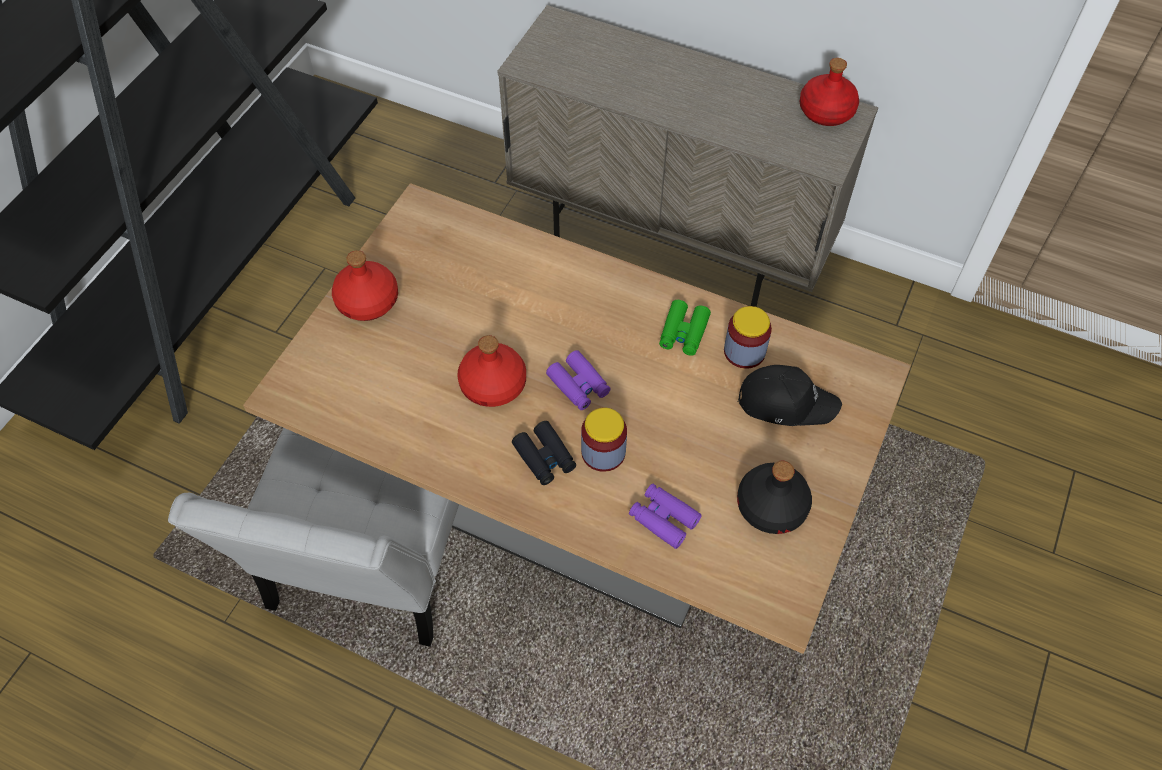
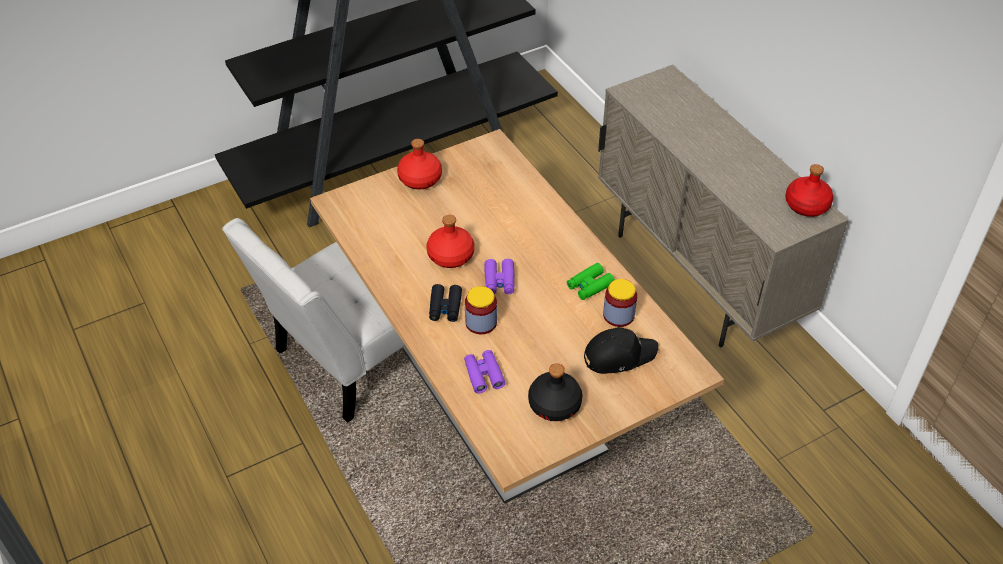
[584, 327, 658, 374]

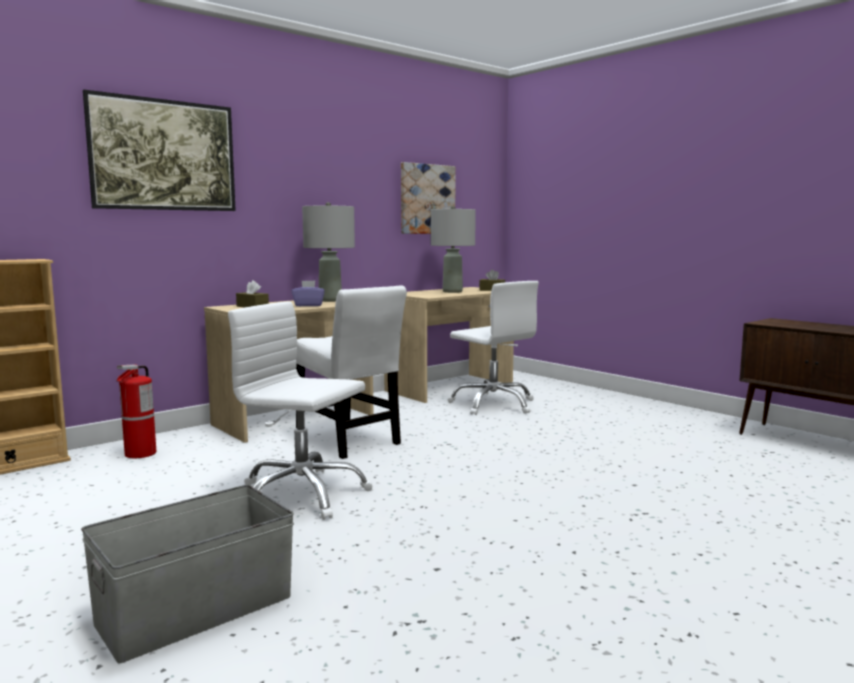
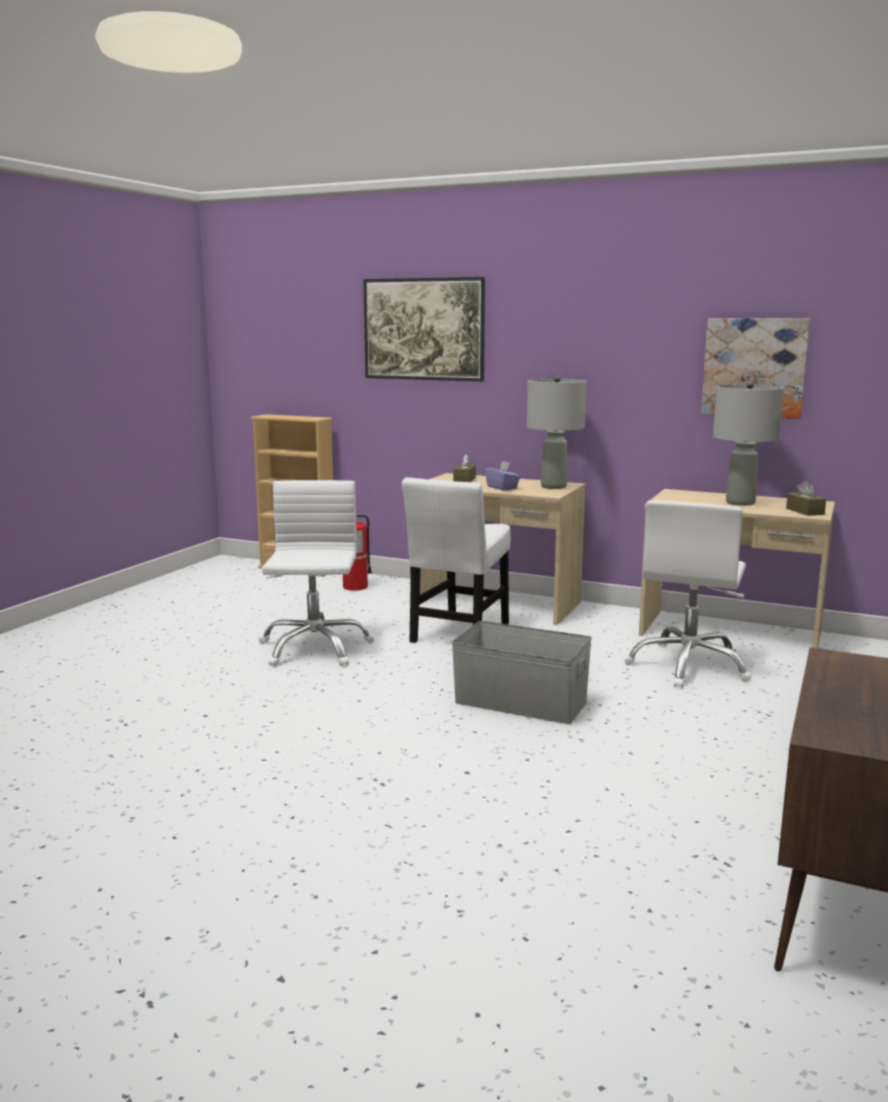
[451, 621, 592, 724]

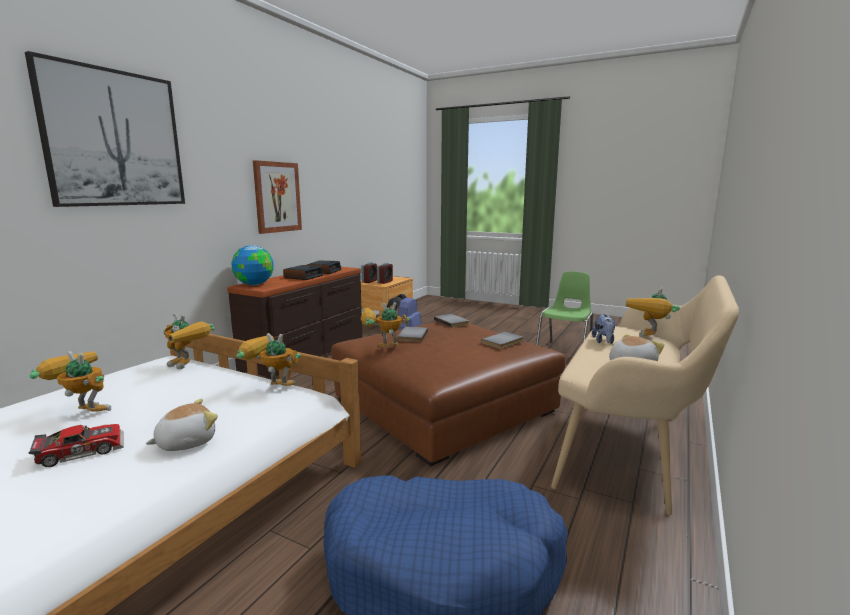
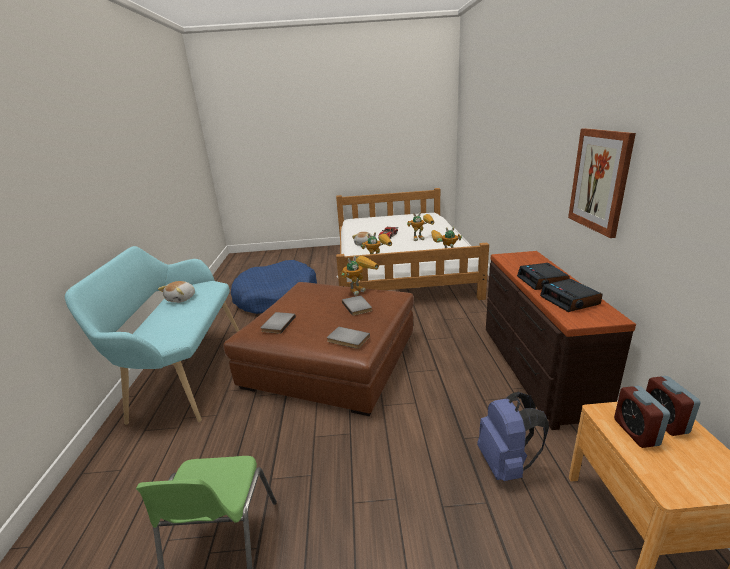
[25, 51, 185, 207] (first image)
[231, 245, 274, 285] (first image)
[592, 314, 615, 344] (first image)
[626, 287, 680, 337] (first image)
[65, 246, 239, 425]

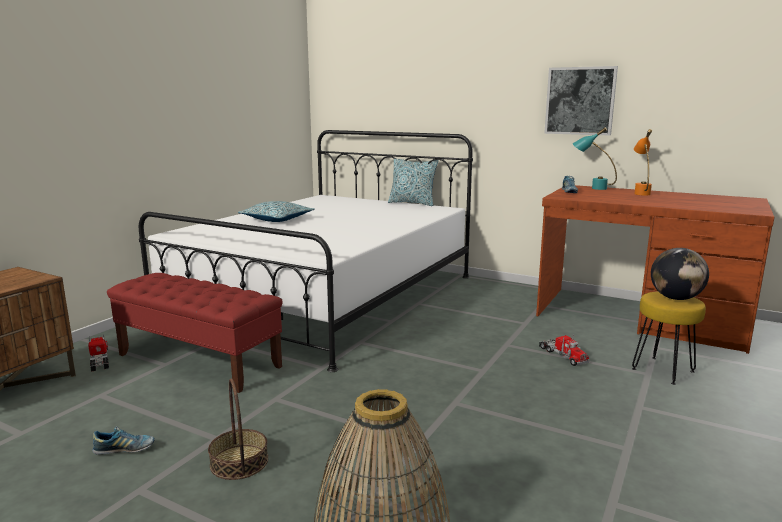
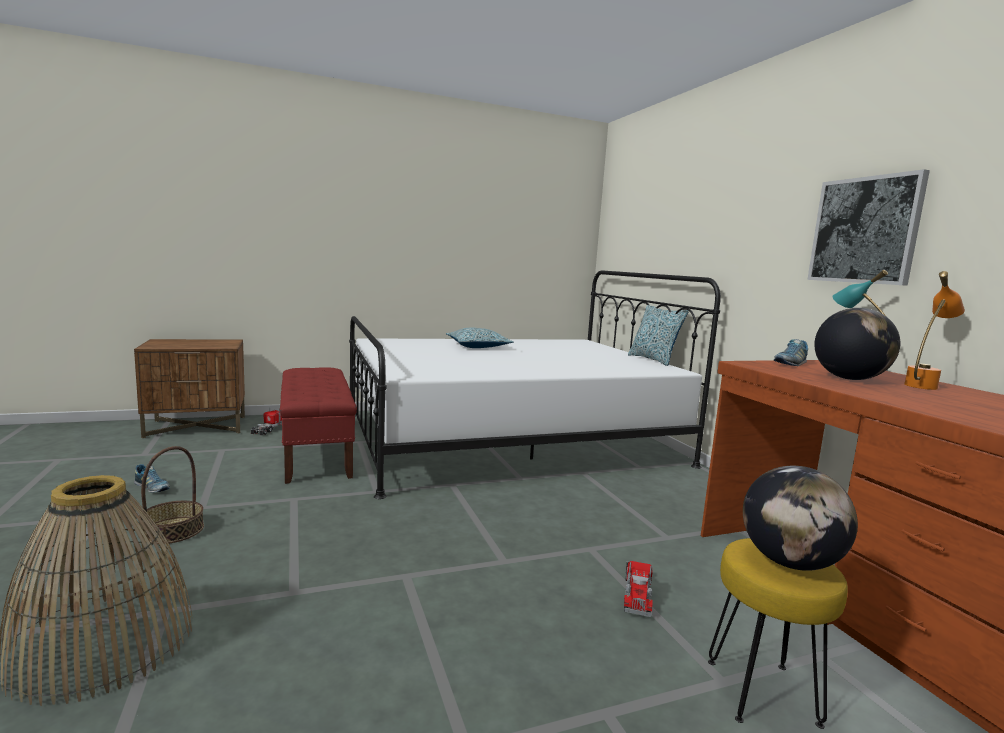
[814, 308, 900, 380]

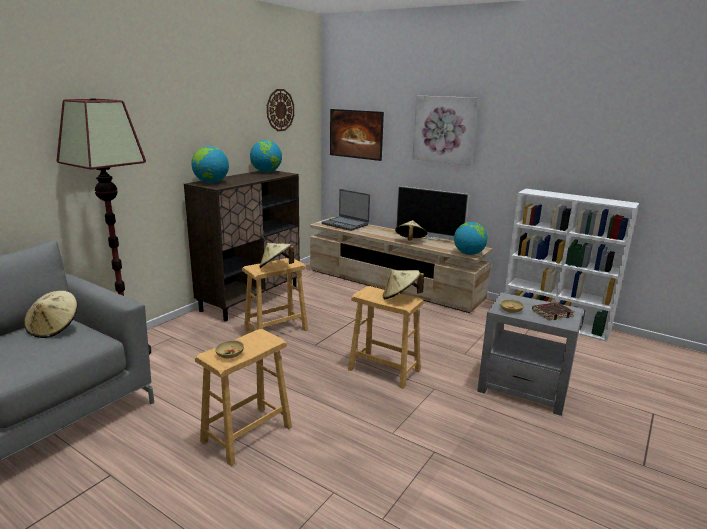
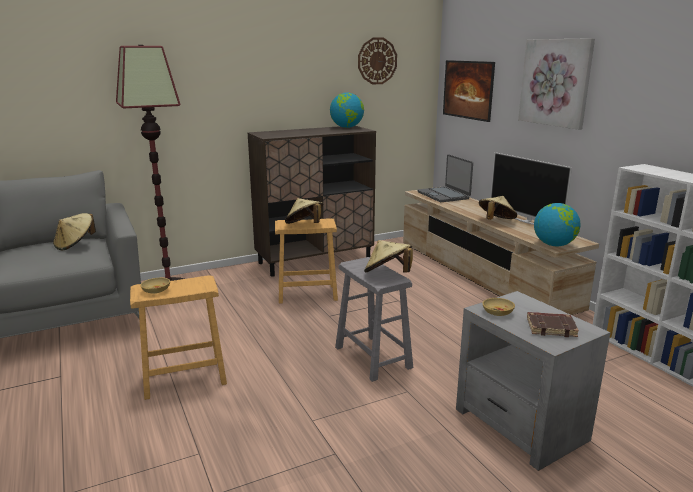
[192, 147, 229, 183] (first image)
[335, 257, 413, 382]

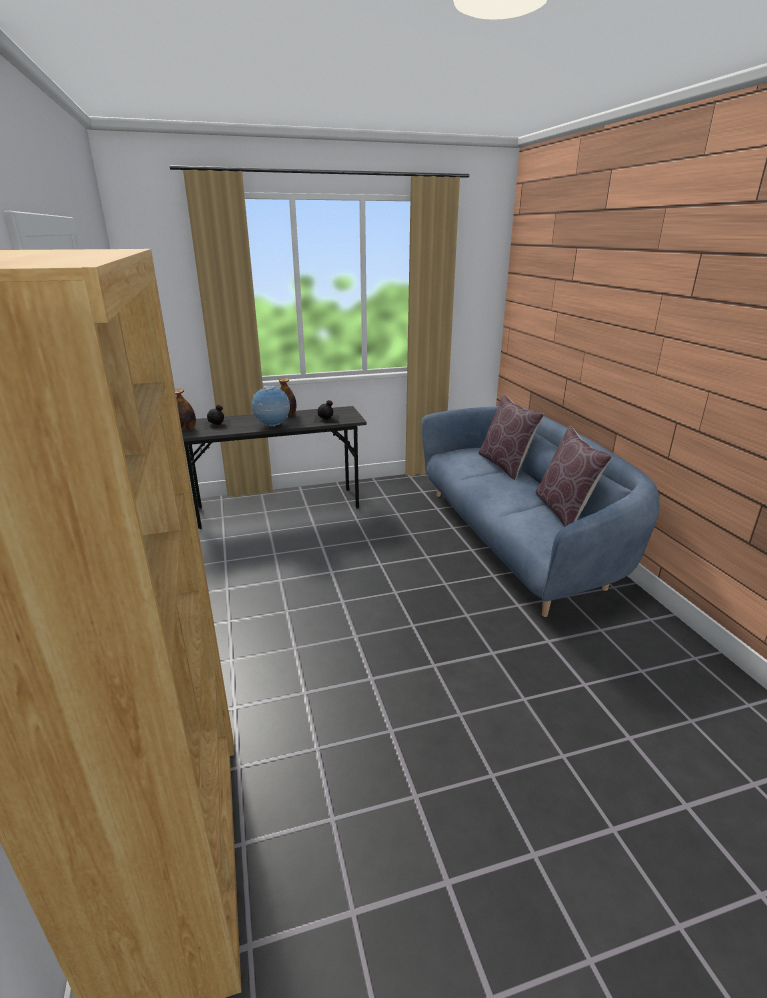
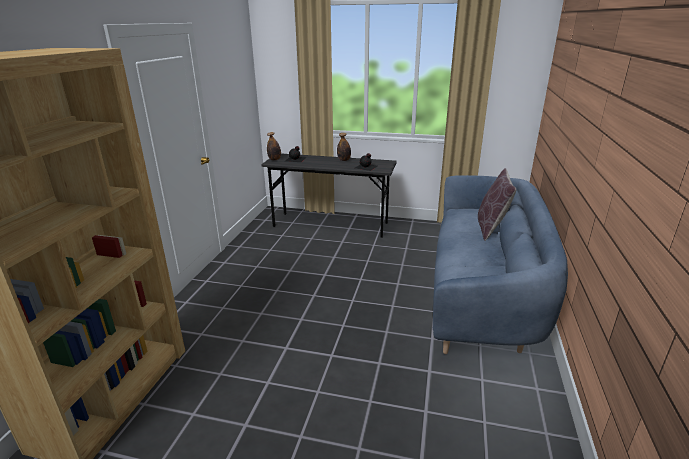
[252, 386, 290, 427] (first image)
[535, 426, 612, 526] (first image)

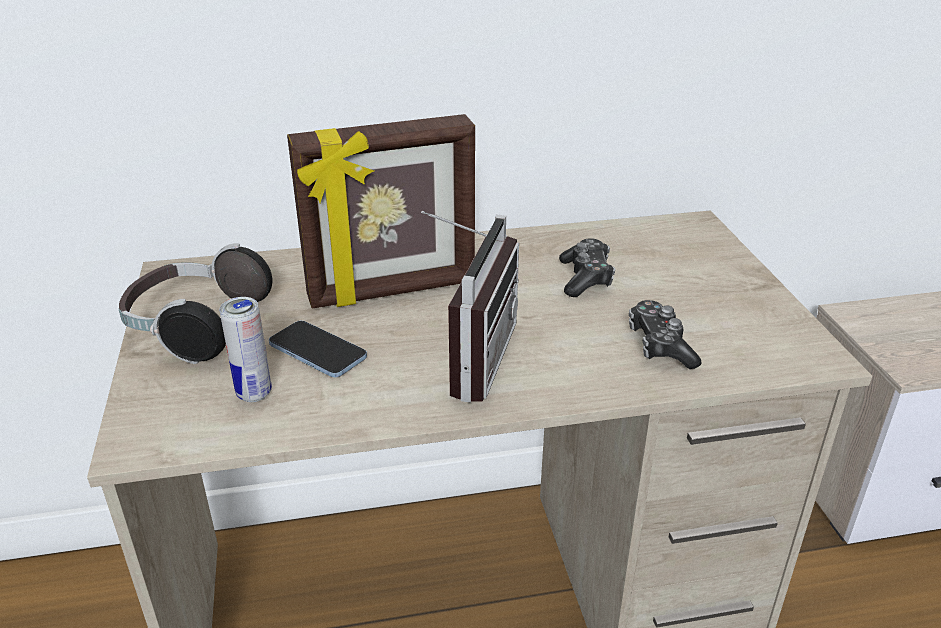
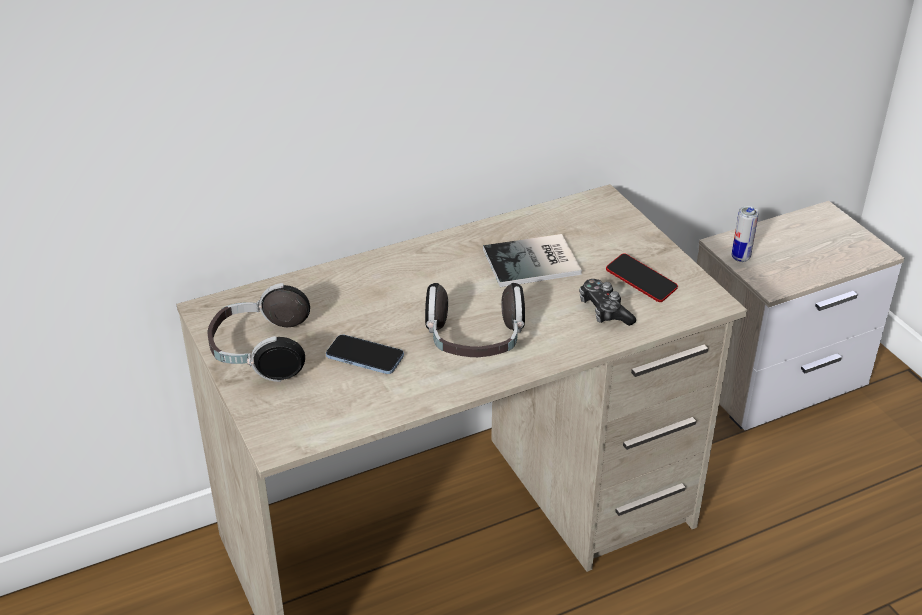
[287, 114, 475, 309] (first image)
[606, 253, 678, 302]
[732, 206, 759, 262]
[425, 283, 525, 357]
[483, 234, 582, 287]

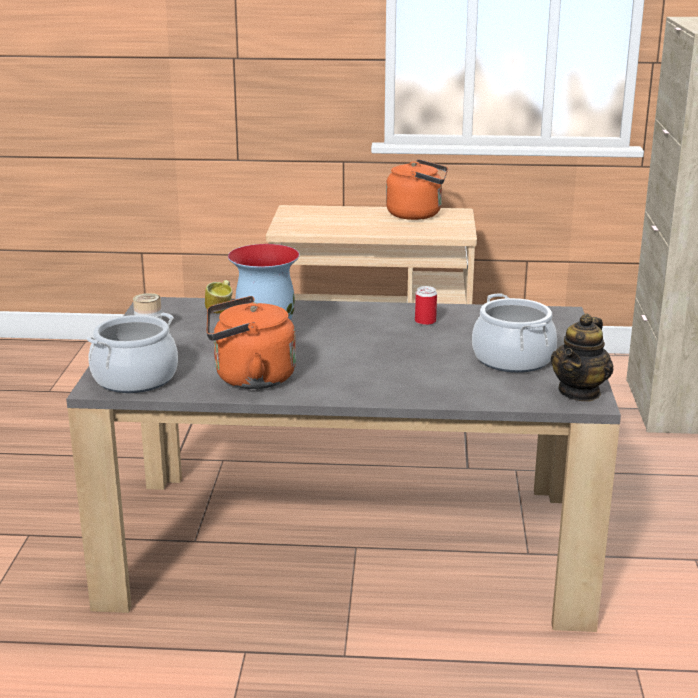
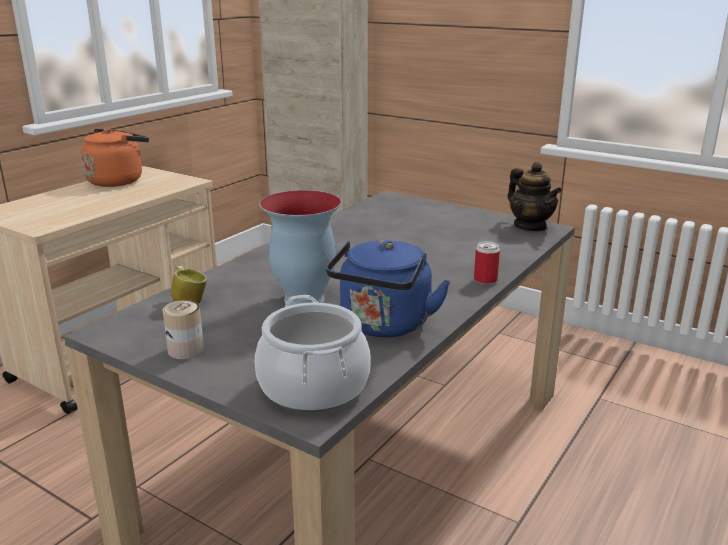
[472, 293, 557, 373] (first image)
[474, 241, 500, 284]
[326, 240, 451, 337]

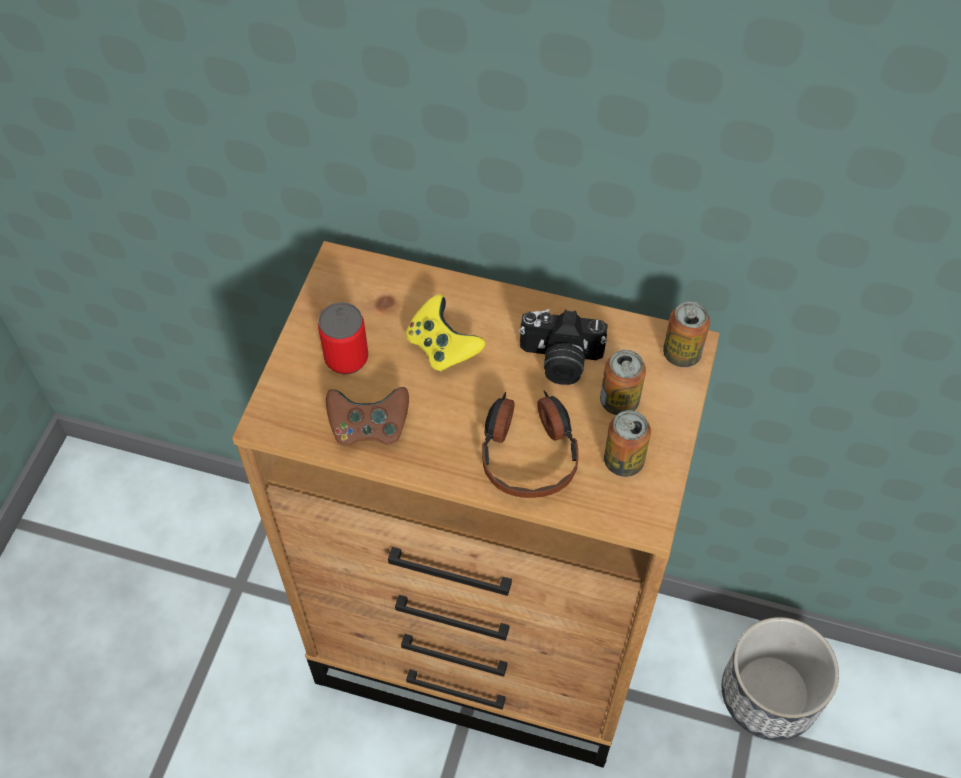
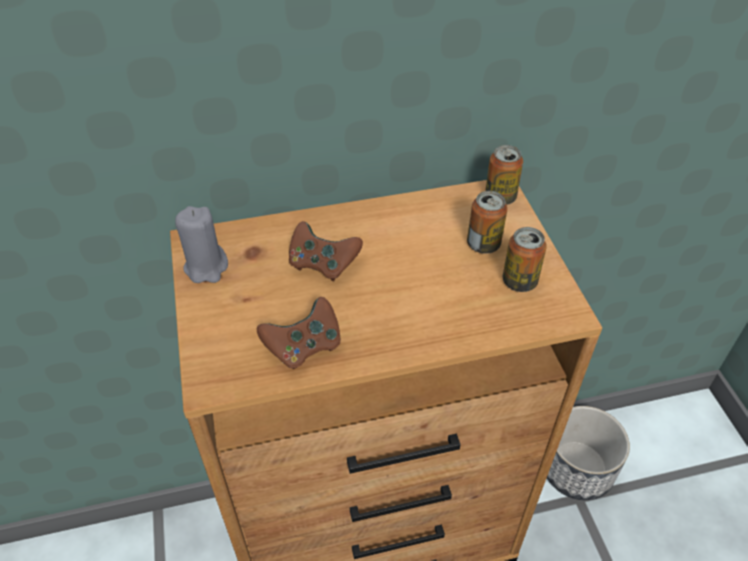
[318, 302, 368, 375] (first image)
[482, 390, 579, 498] (first image)
[519, 309, 608, 385] (first image)
[175, 206, 228, 283]
[289, 221, 363, 281]

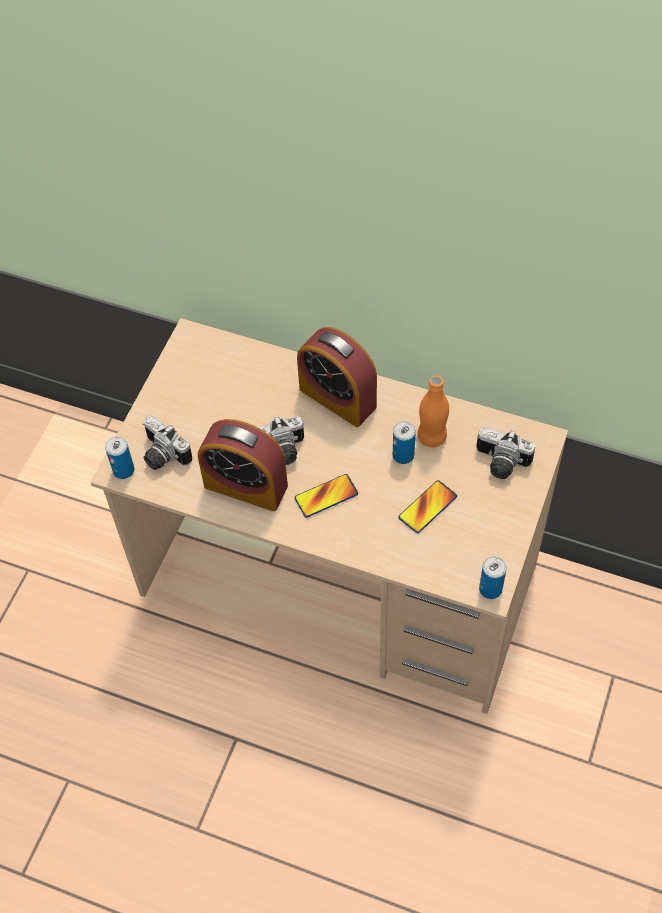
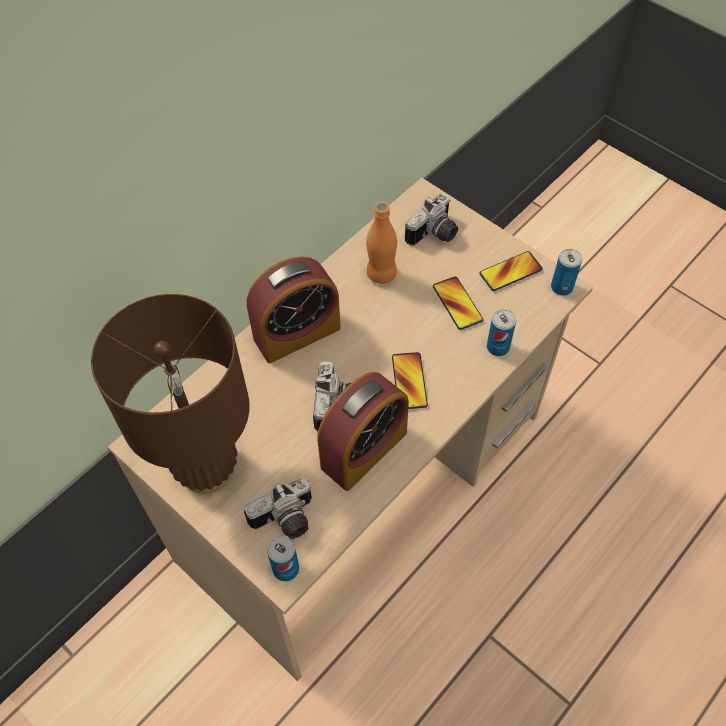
[91, 294, 250, 494]
[480, 251, 543, 291]
[487, 309, 516, 356]

